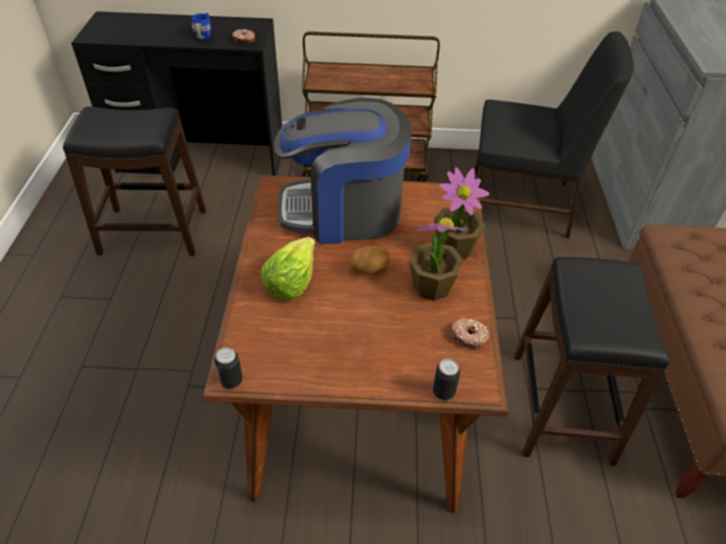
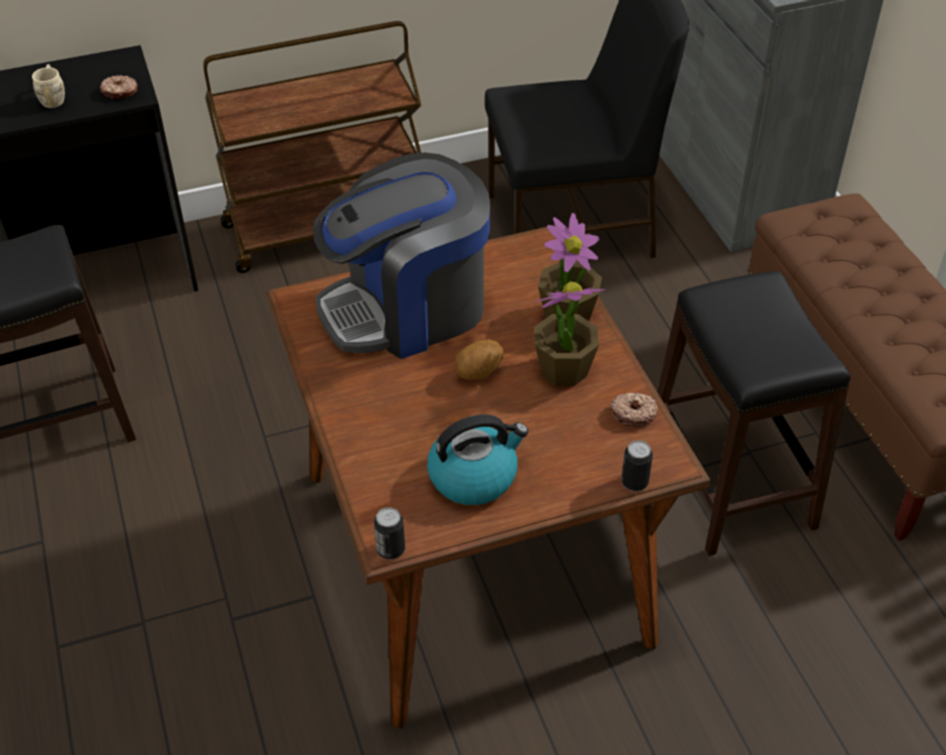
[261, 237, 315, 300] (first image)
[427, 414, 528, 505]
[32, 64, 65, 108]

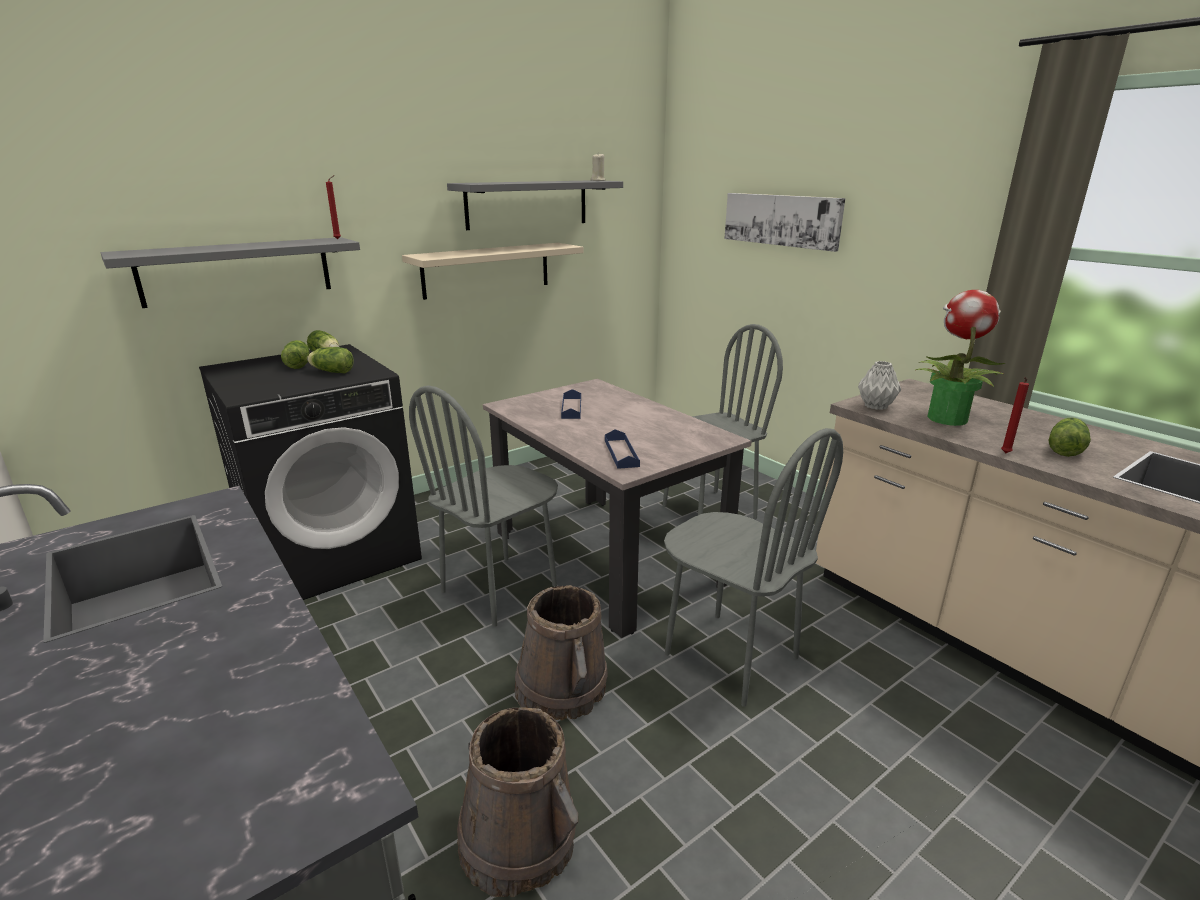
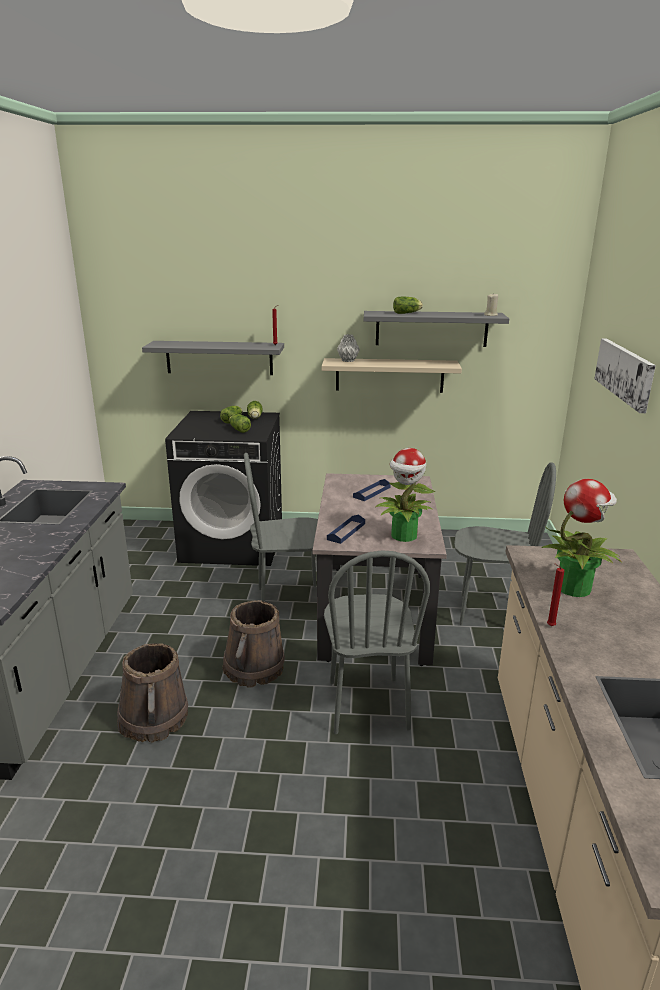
[375, 448, 435, 542]
[337, 334, 360, 362]
[393, 297, 423, 314]

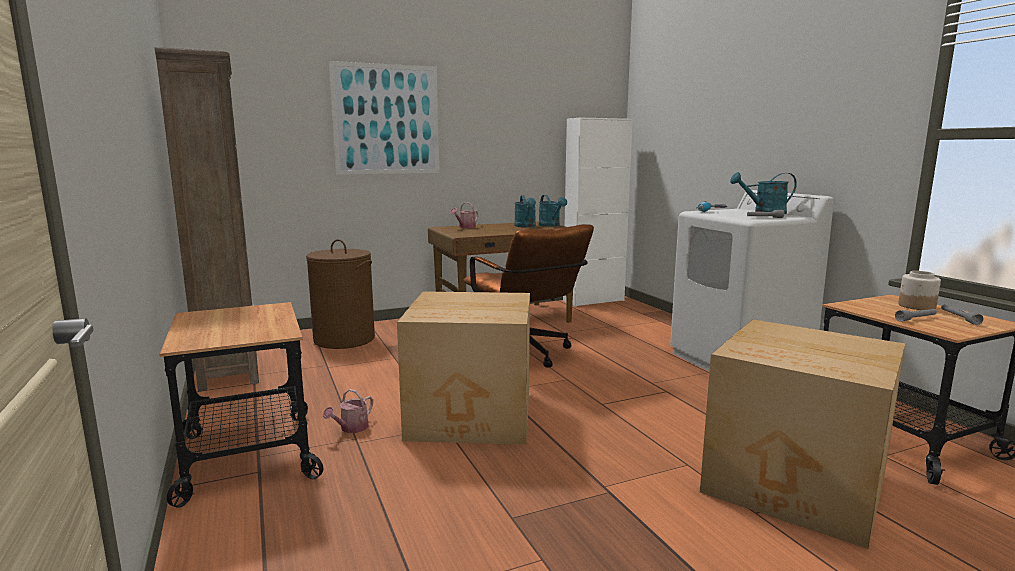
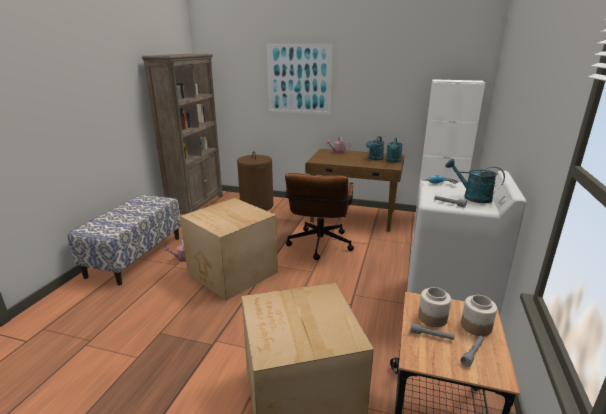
[418, 287, 451, 327]
[68, 194, 181, 286]

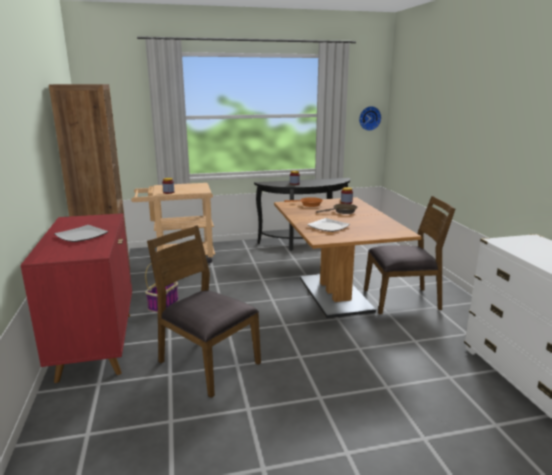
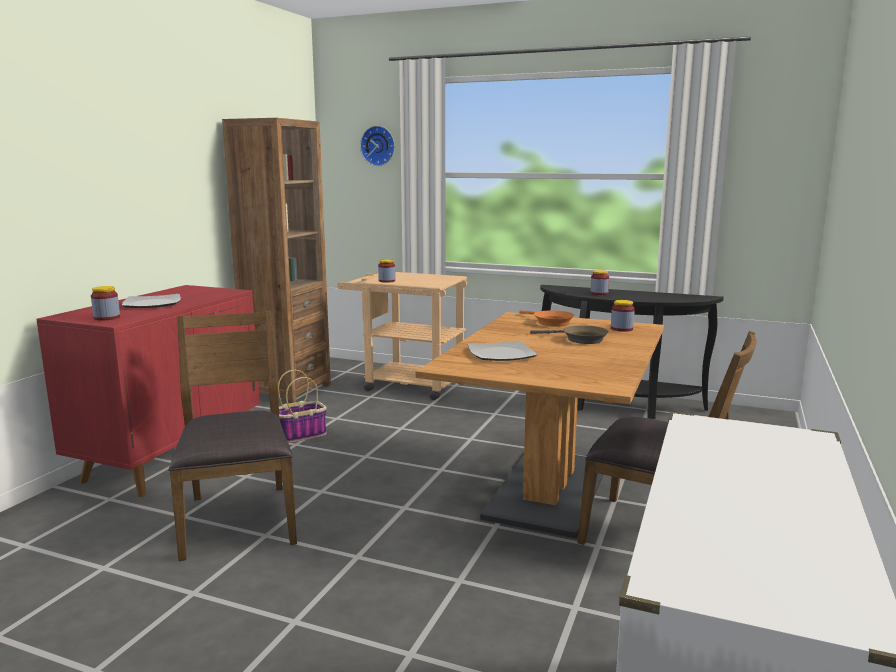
[91, 286, 120, 321]
[360, 126, 395, 166]

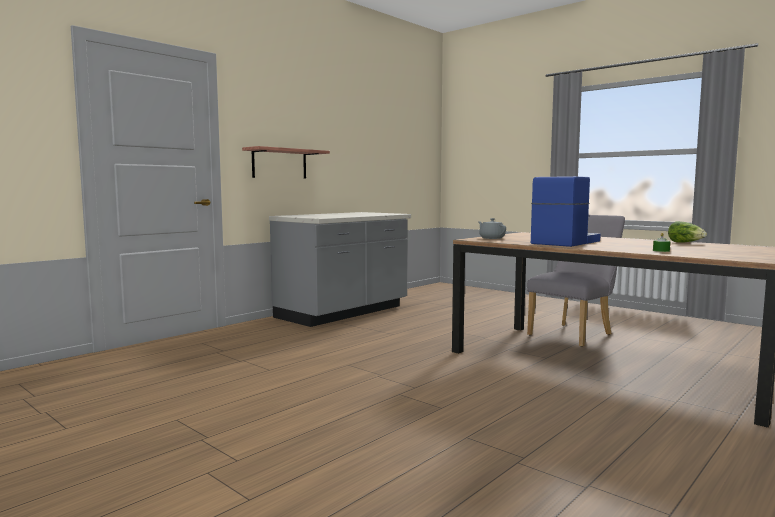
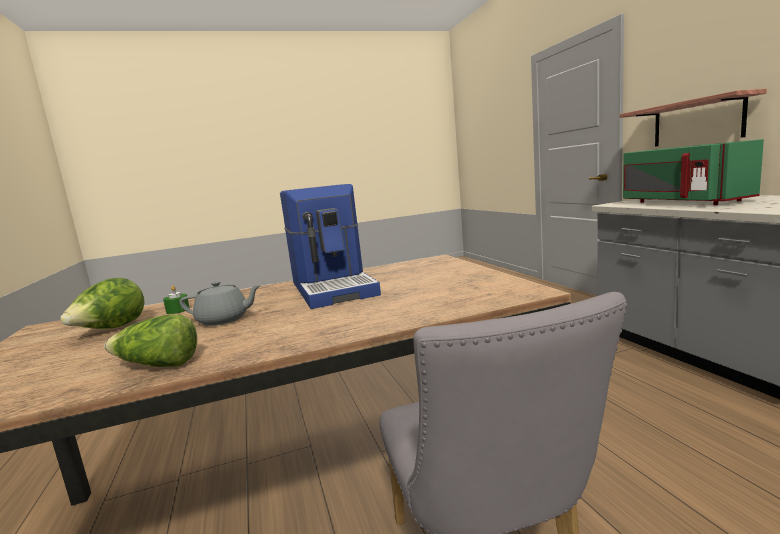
[60, 278, 145, 329]
[623, 139, 764, 205]
[180, 281, 261, 326]

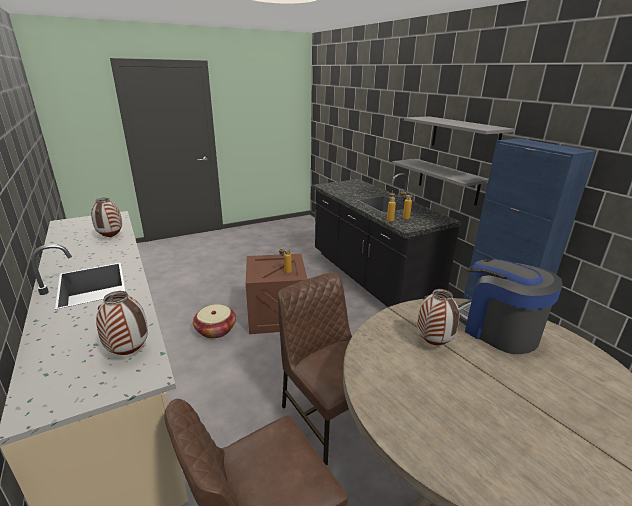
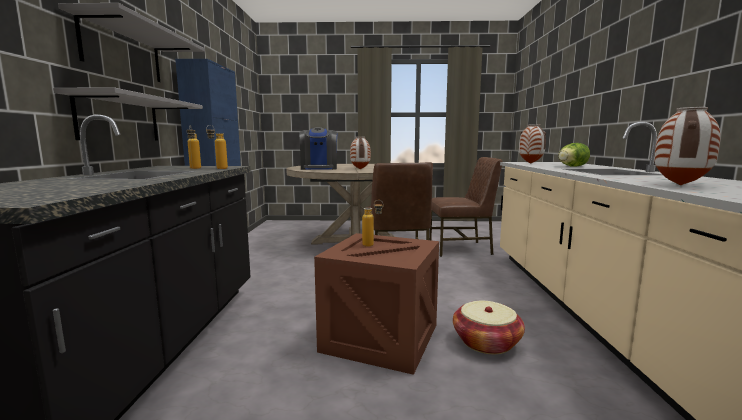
[558, 143, 590, 167]

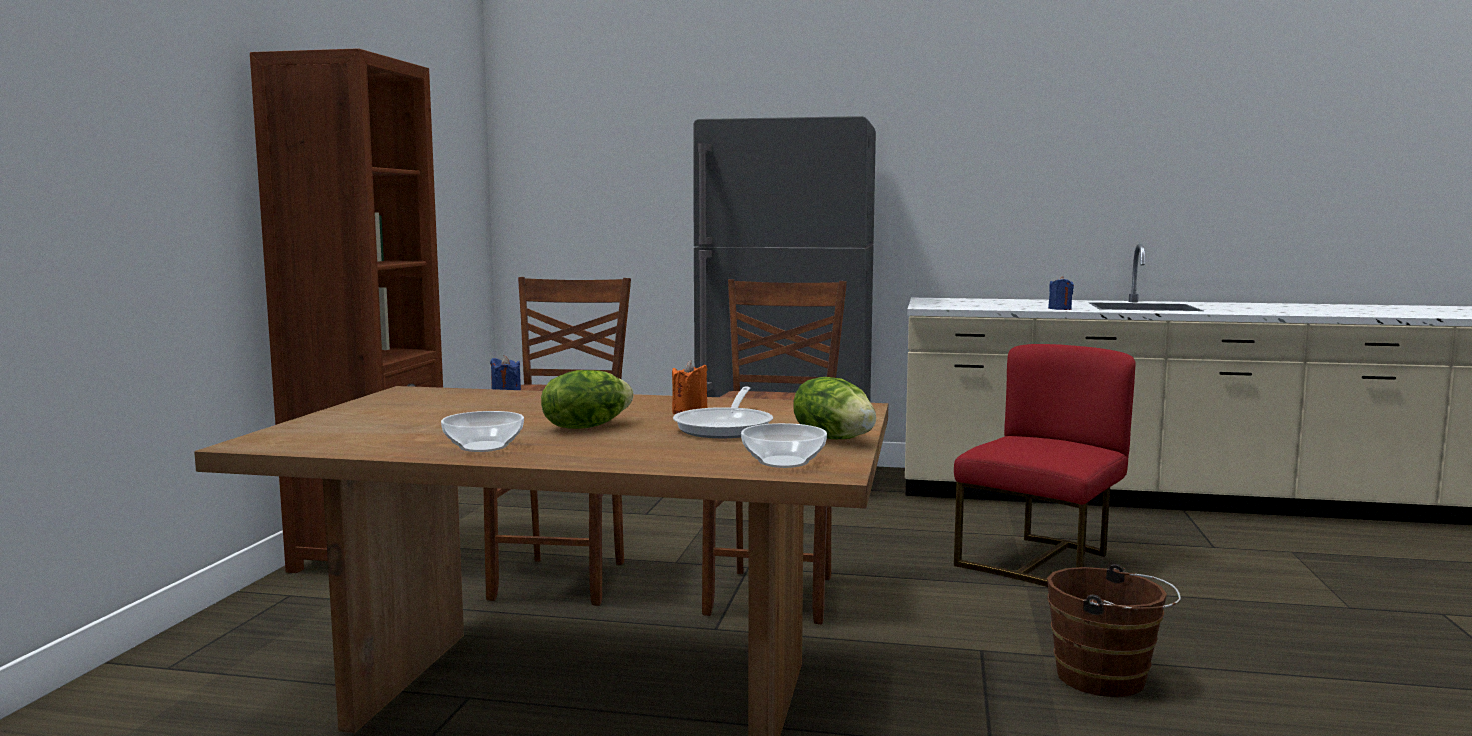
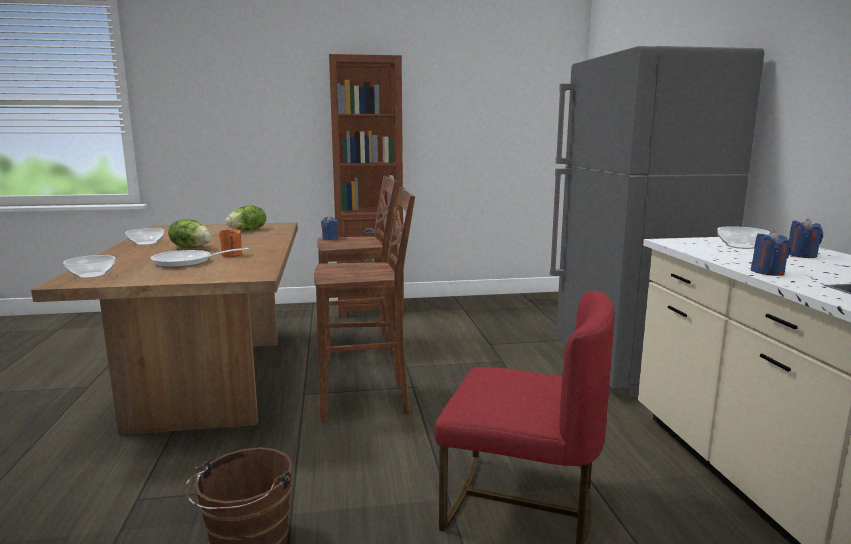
[717, 226, 770, 249]
[789, 218, 823, 258]
[226, 205, 266, 230]

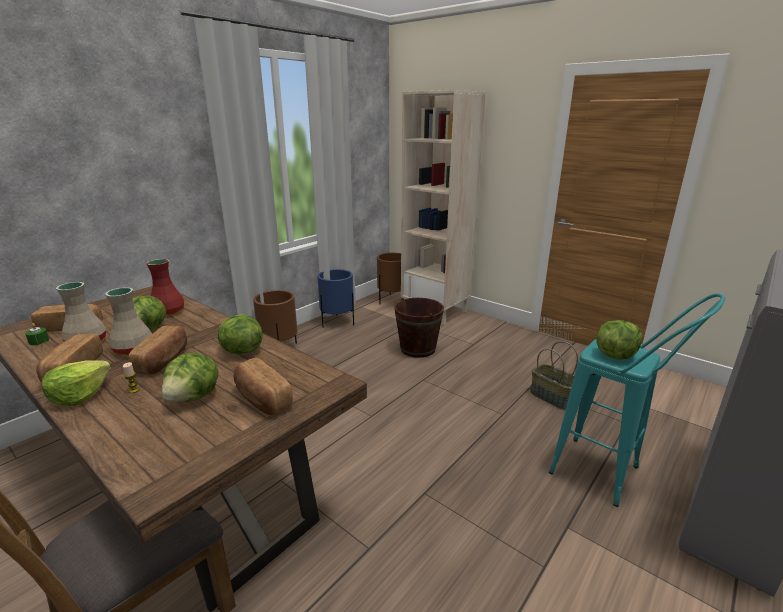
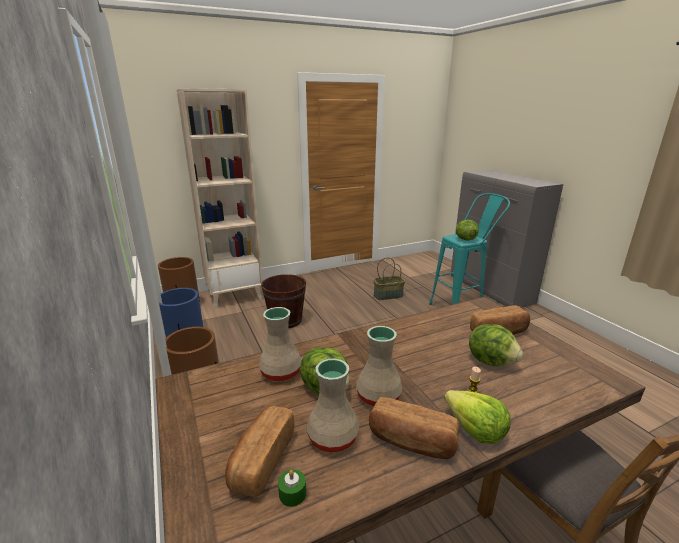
[129, 326, 187, 375] (first image)
[218, 314, 263, 354] (first image)
[259, 307, 302, 382]

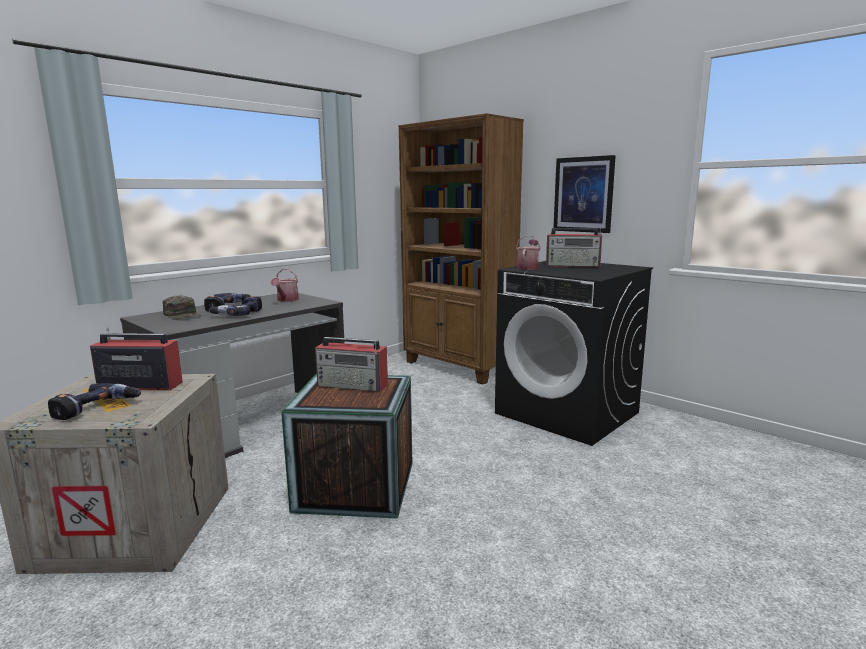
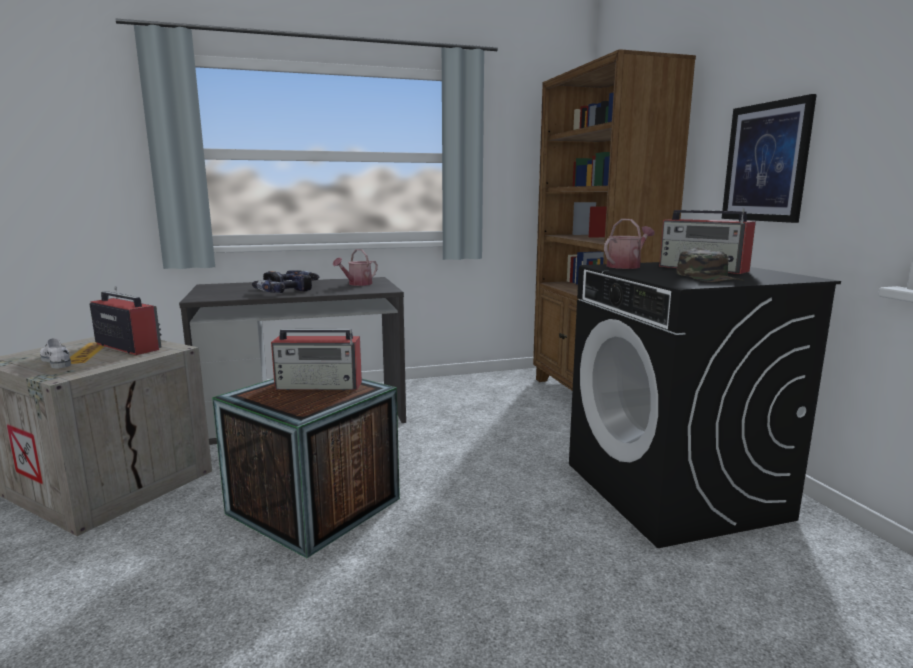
[677, 248, 744, 282]
[40, 338, 71, 368]
[271, 329, 362, 390]

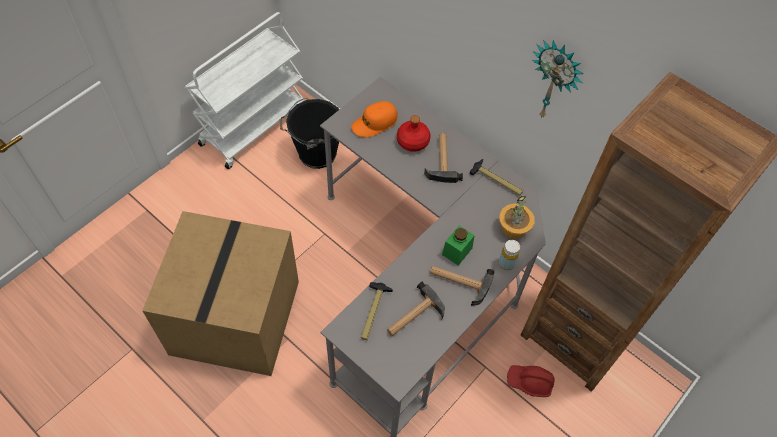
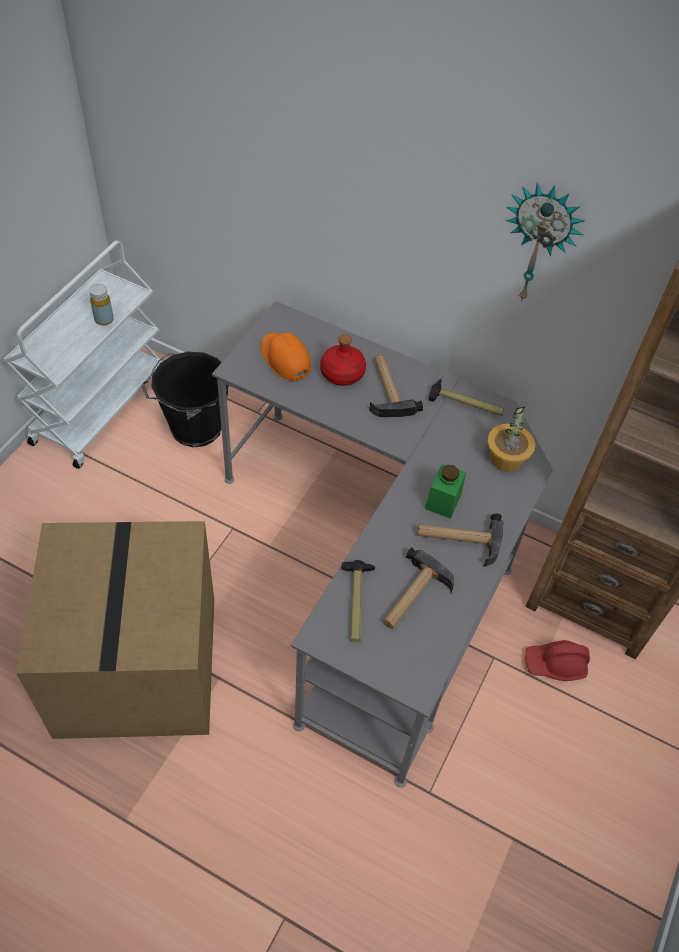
[89, 284, 114, 326]
[261, 333, 311, 381]

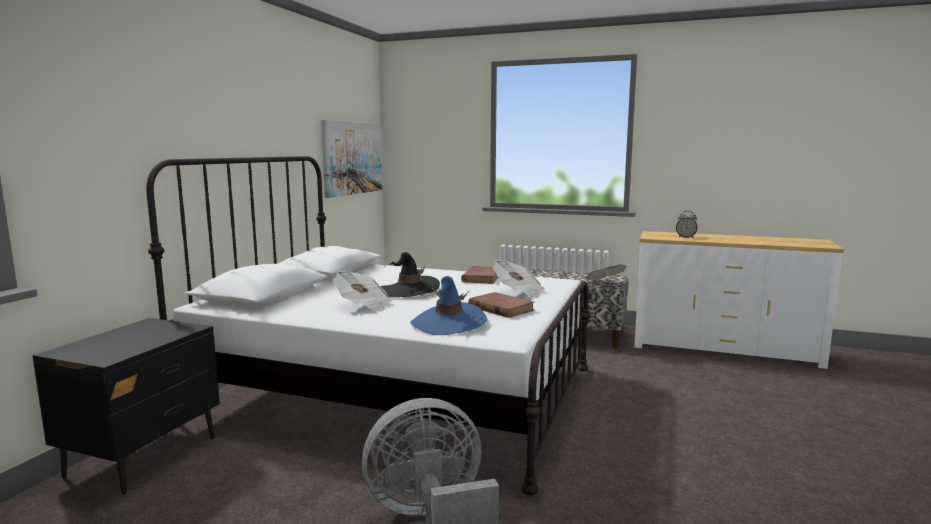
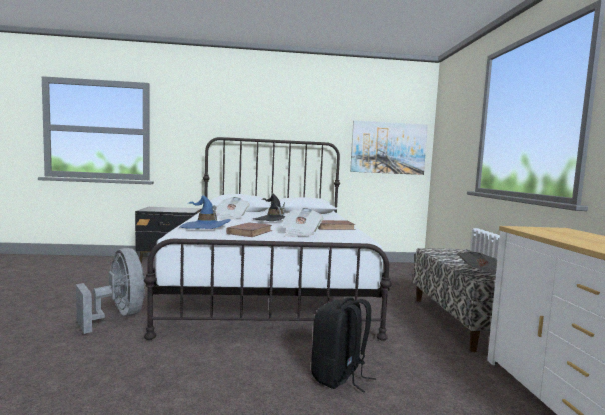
[676, 211, 698, 238] (first image)
[311, 297, 376, 393]

